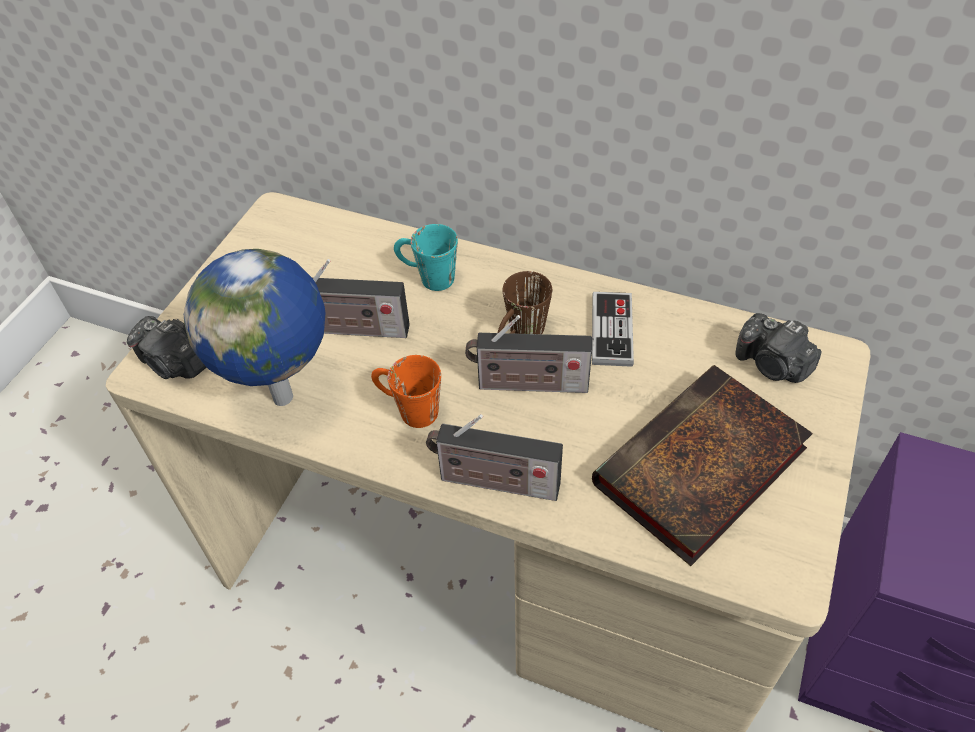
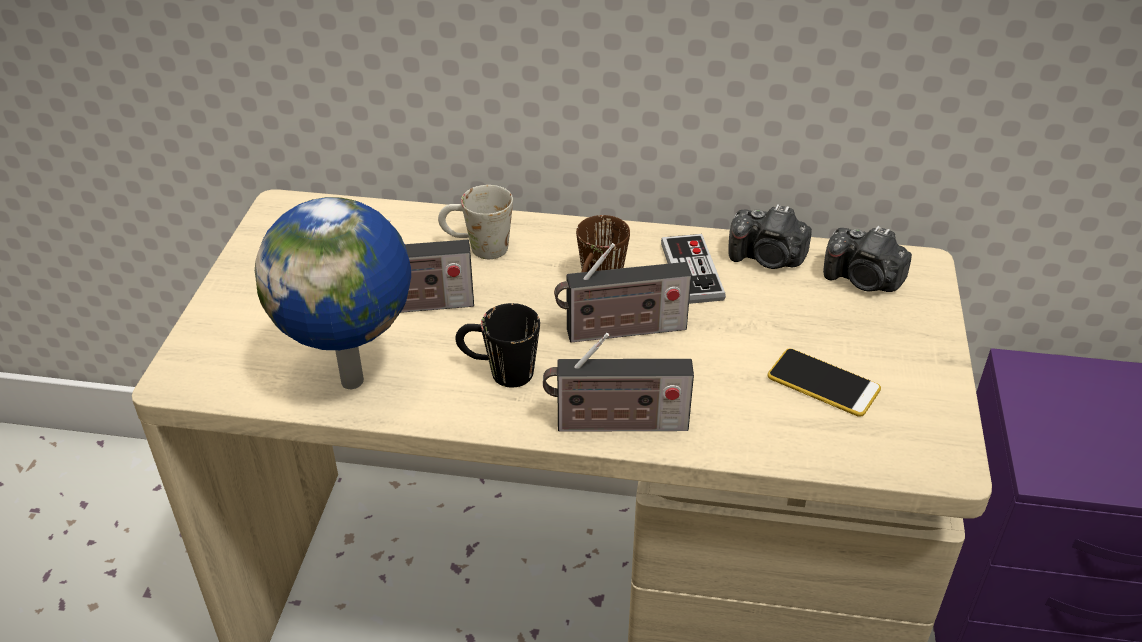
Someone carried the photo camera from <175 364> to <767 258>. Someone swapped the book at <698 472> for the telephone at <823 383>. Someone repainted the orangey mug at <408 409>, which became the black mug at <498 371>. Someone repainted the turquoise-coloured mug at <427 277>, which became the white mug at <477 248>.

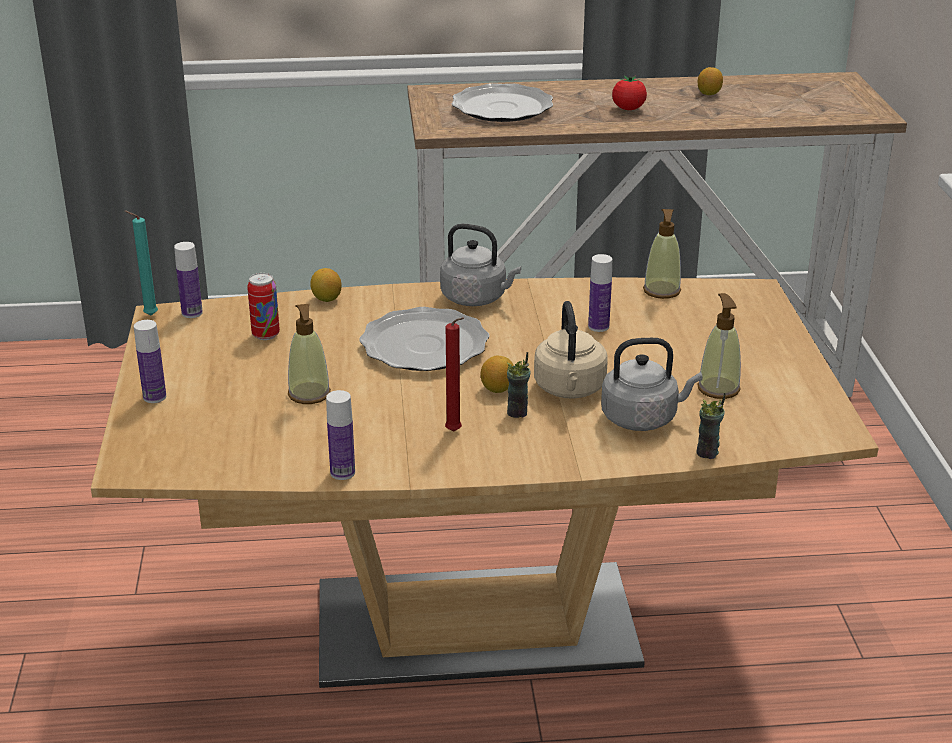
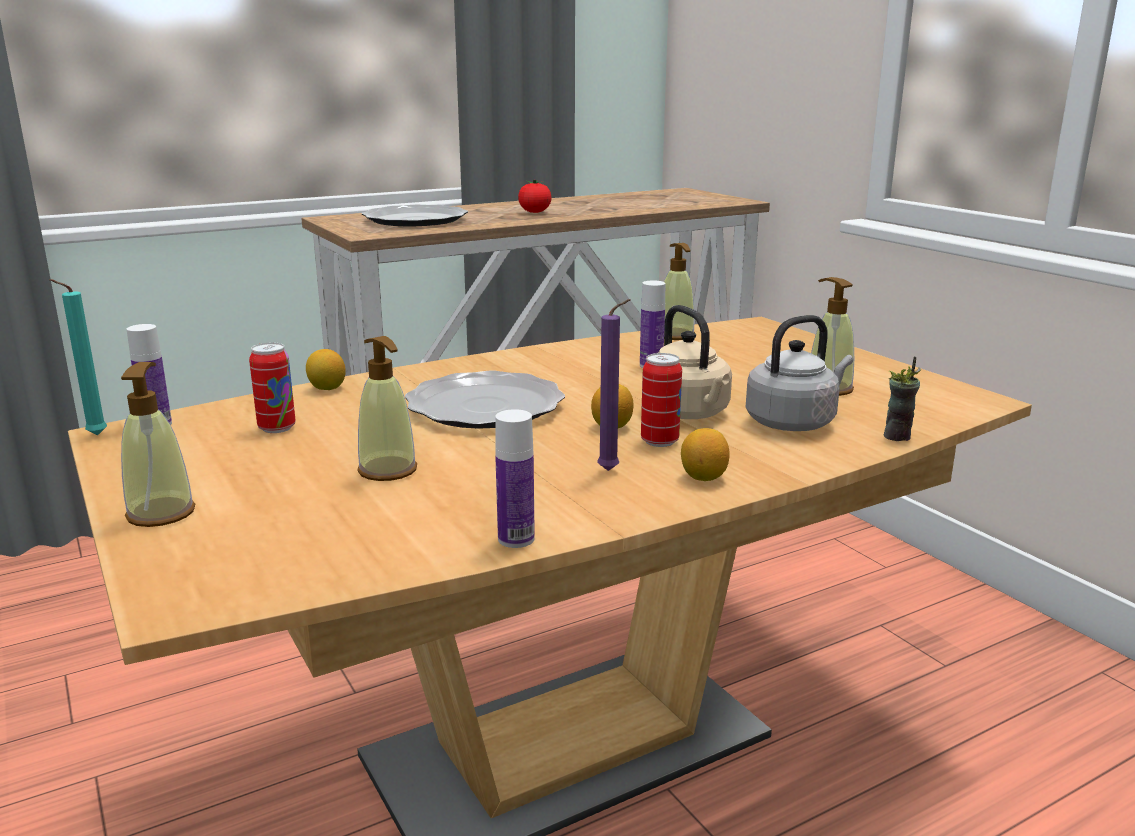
Someone took away the greyish kettle at <477 298>. Someone carried the citrus fruit from <709 93> to <703 477>. Someone swapped the bottle at <154 397> for the soap dispenser at <161 513>. Someone swapped the cup at <518 412> for the metal can at <659 441>. Someone repainted the red wax light at <455 432>, which became the purple wax light at <611 471>.

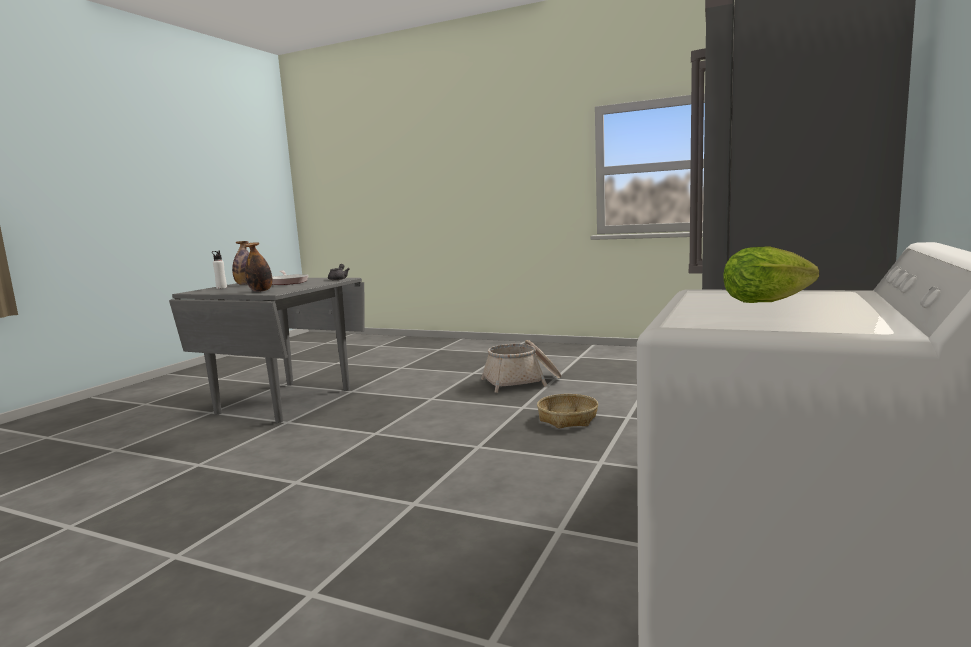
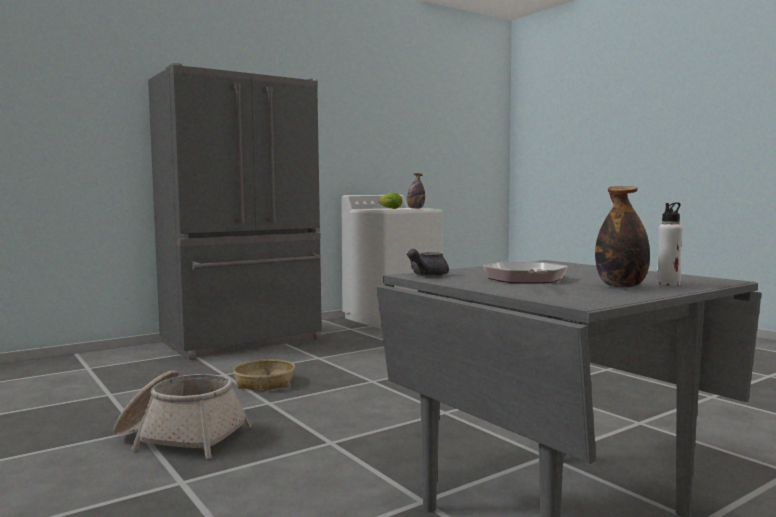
Someone carried the bottle from <261 291> to <415 208>.

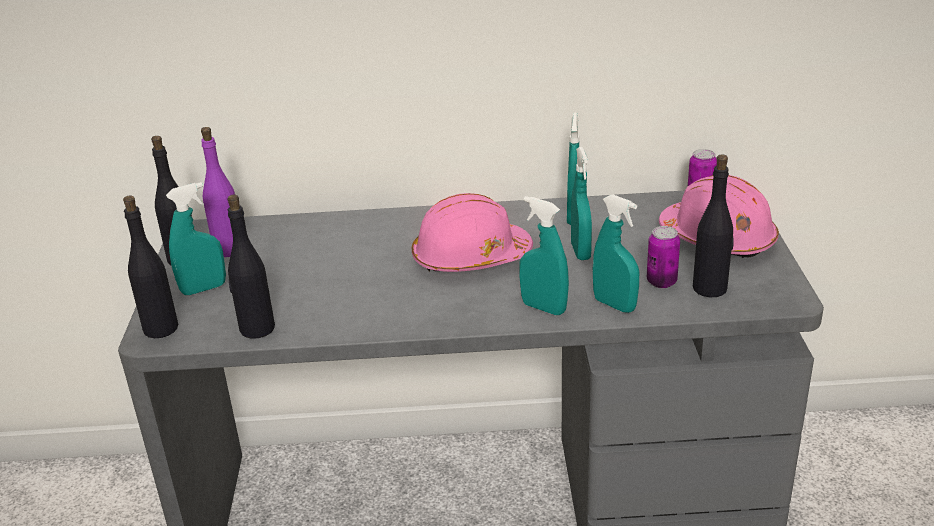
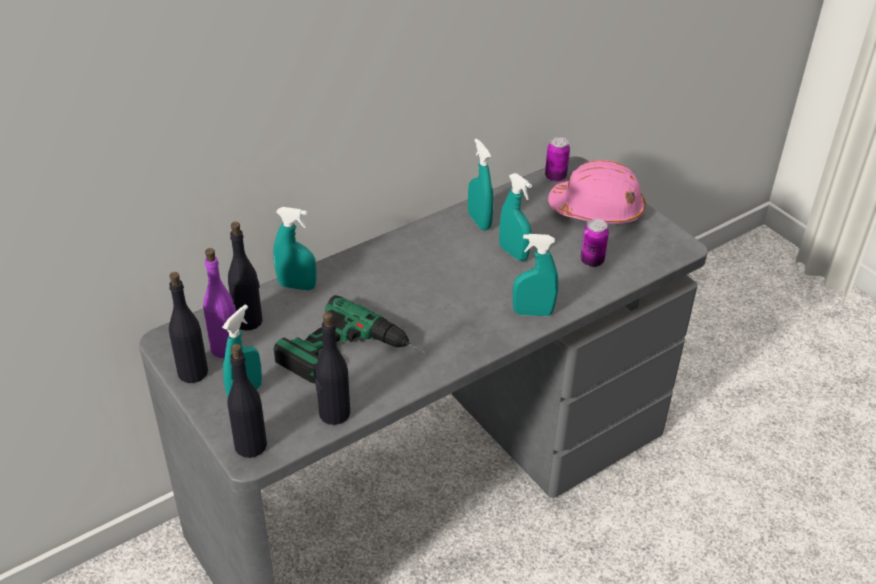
Someone took away the pinkish safety helmet at <470 258>. Someone put down the electric drill at <354 358>. Someone carried the turquoise-coloured spray bottle from <614 305> to <297 286>. Someone carried the black bottle from <710 288> to <248 321>.

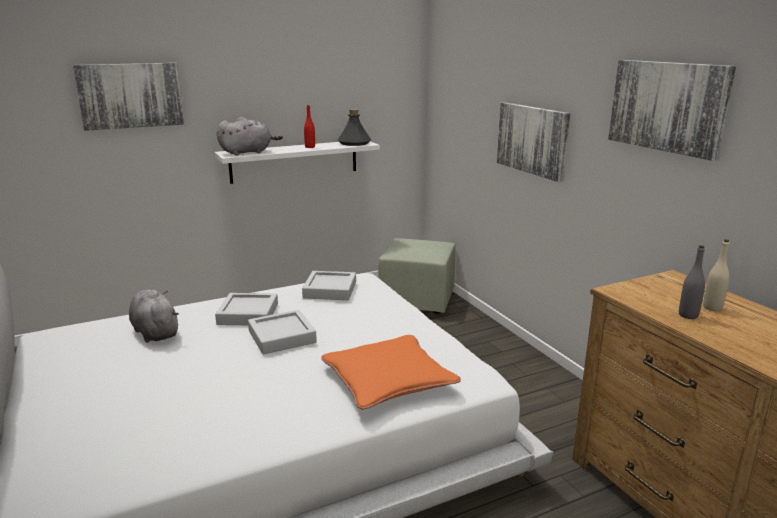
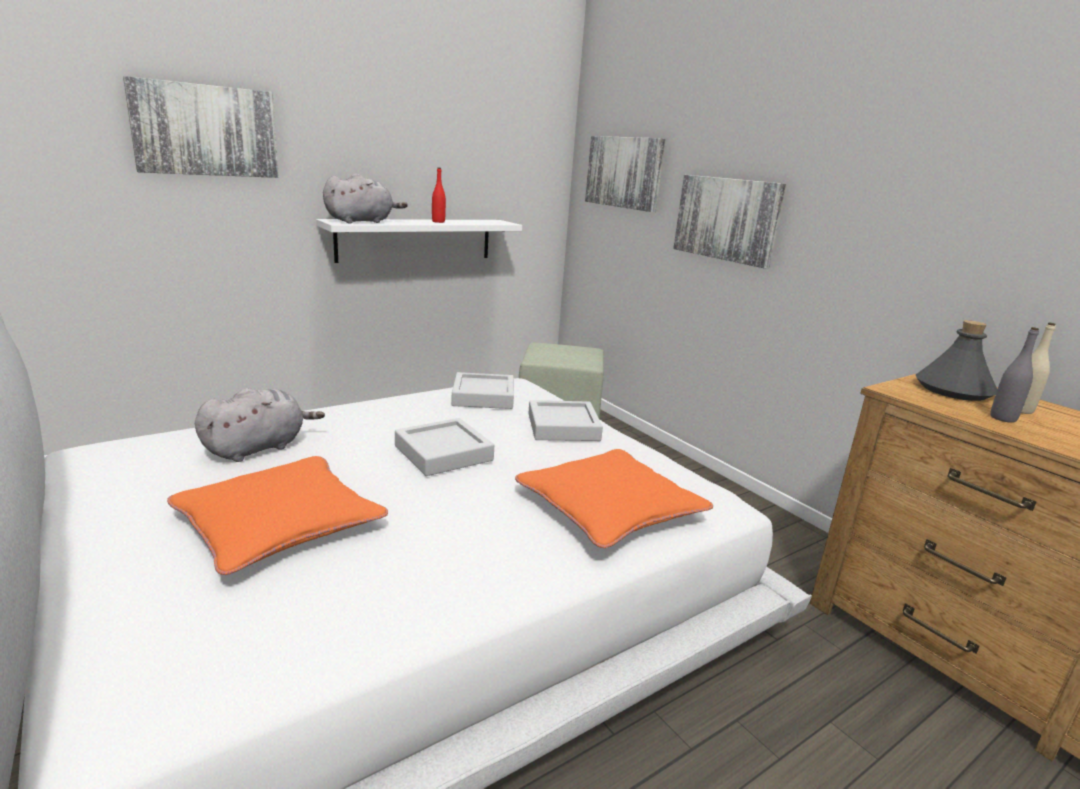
Someone put down the orangey pillow at <279 523>. Someone carried the greyish serving tray from <248 314> to <563 427>. Someone carried the greyish bottle from <354 143> to <953 390>. Someone carried the wall art from <668 106> to <624 172>. Someone rotated the greyish cuddly toy at <155 332> by 90 degrees clockwise.

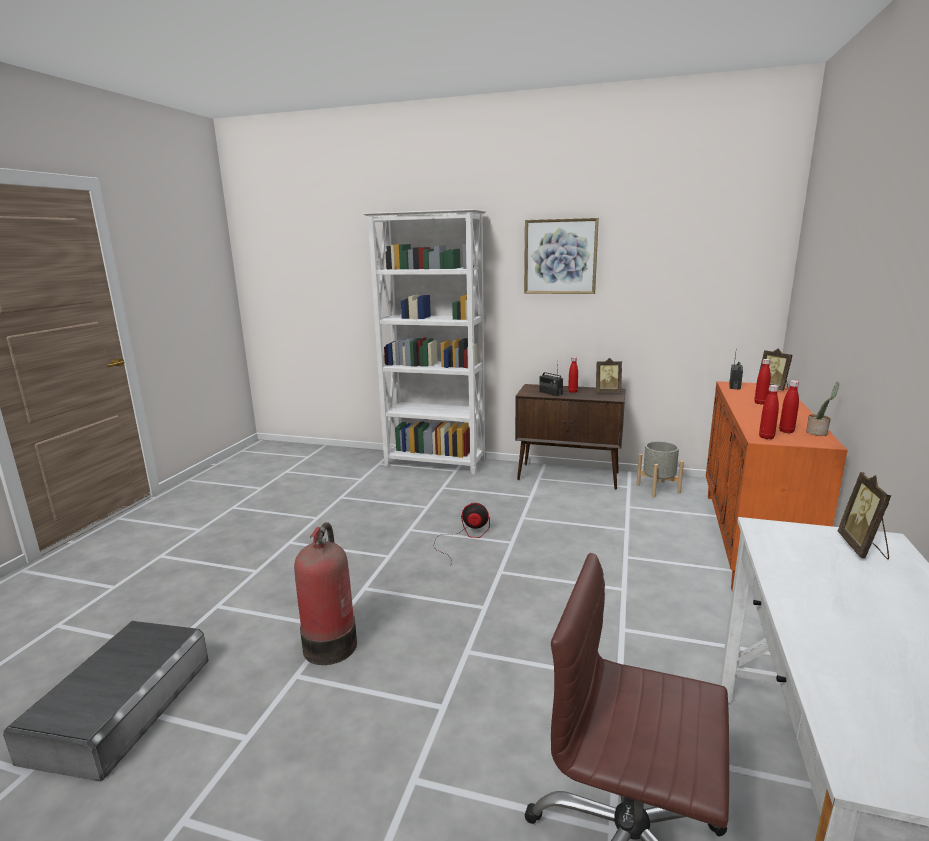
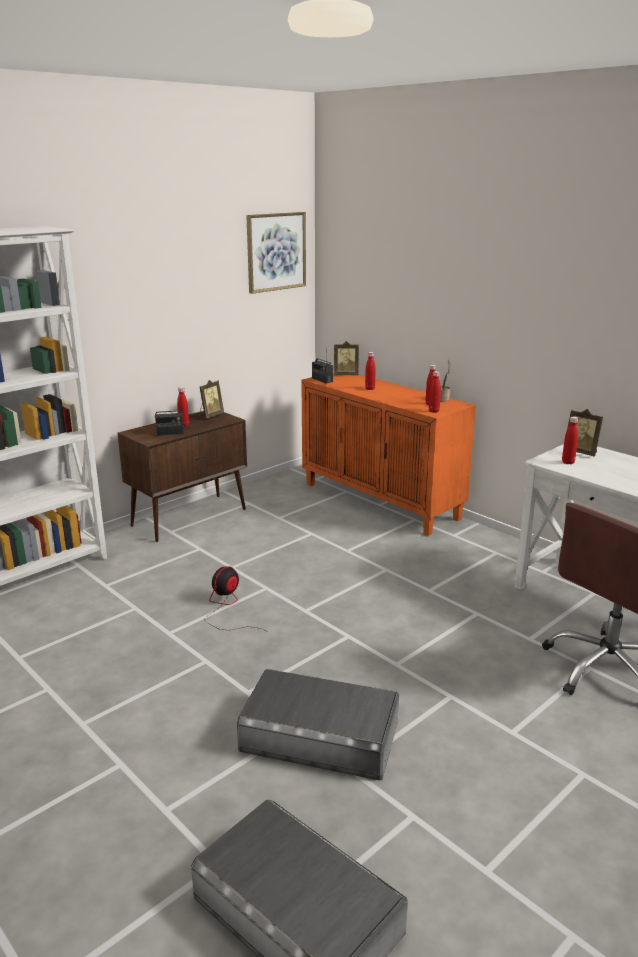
Someone took away the greyish plant pot at <658 488>. Someone put down the red bottle at <568 462>. Someone carried the wall art from <560 257> to <276 252>. Someone swapped the extinguisher at <331 643> for the greyish storage box at <320 735>.

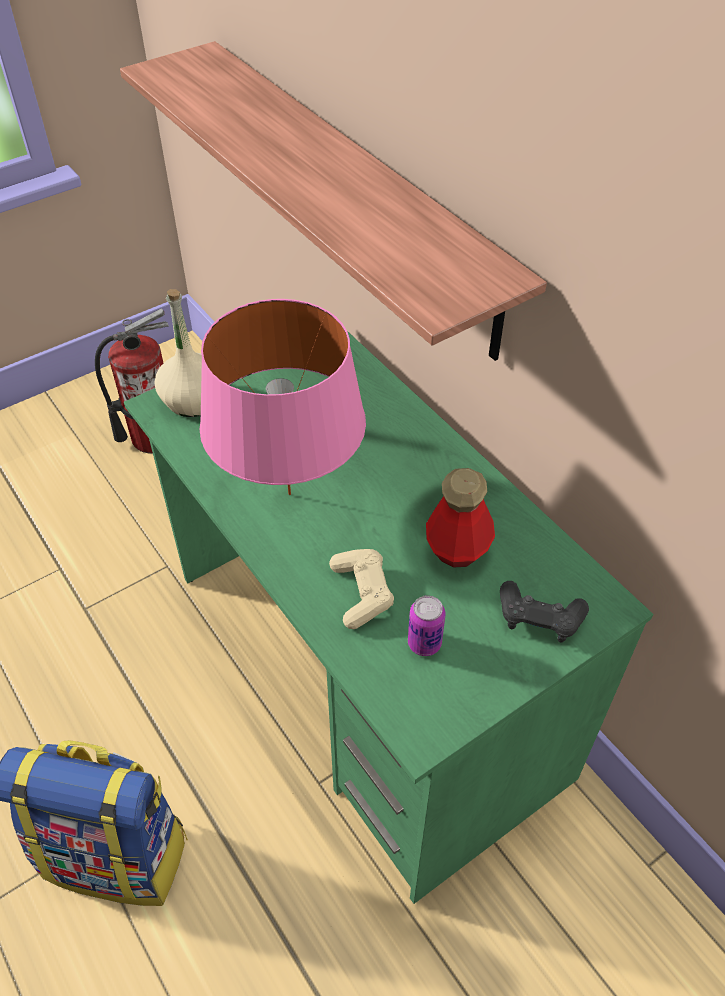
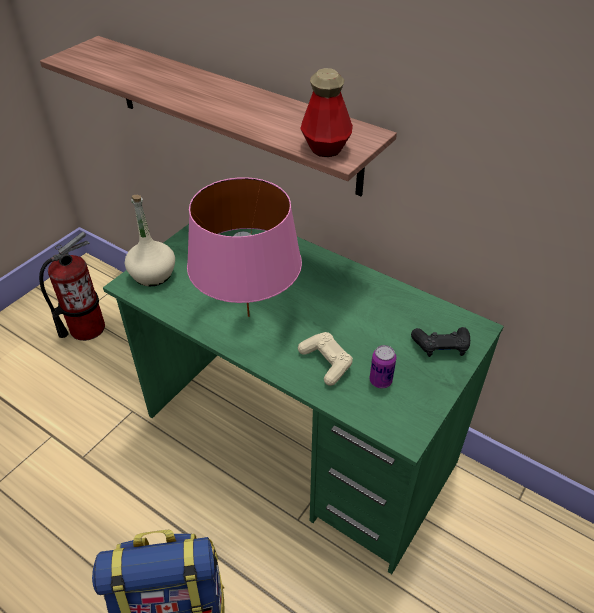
Someone carried the bottle from <457 548> to <325 147>.

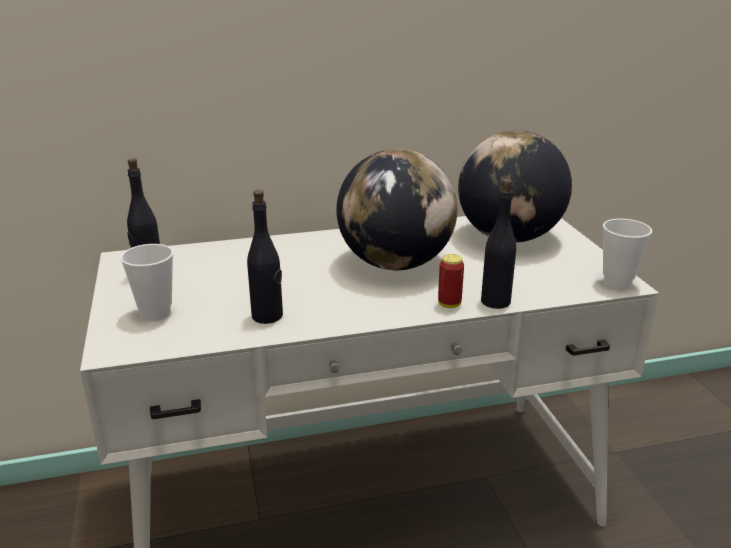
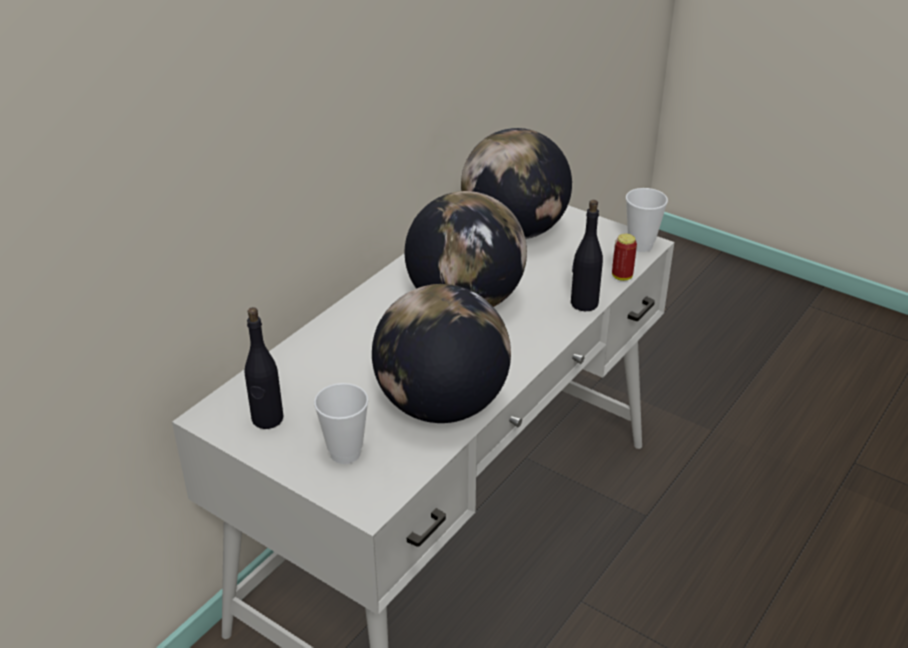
Someone carried the metal can from <449 304> to <622 276>. Someone swapped the black bottle at <267 316> for the desk globe at <441 405>.

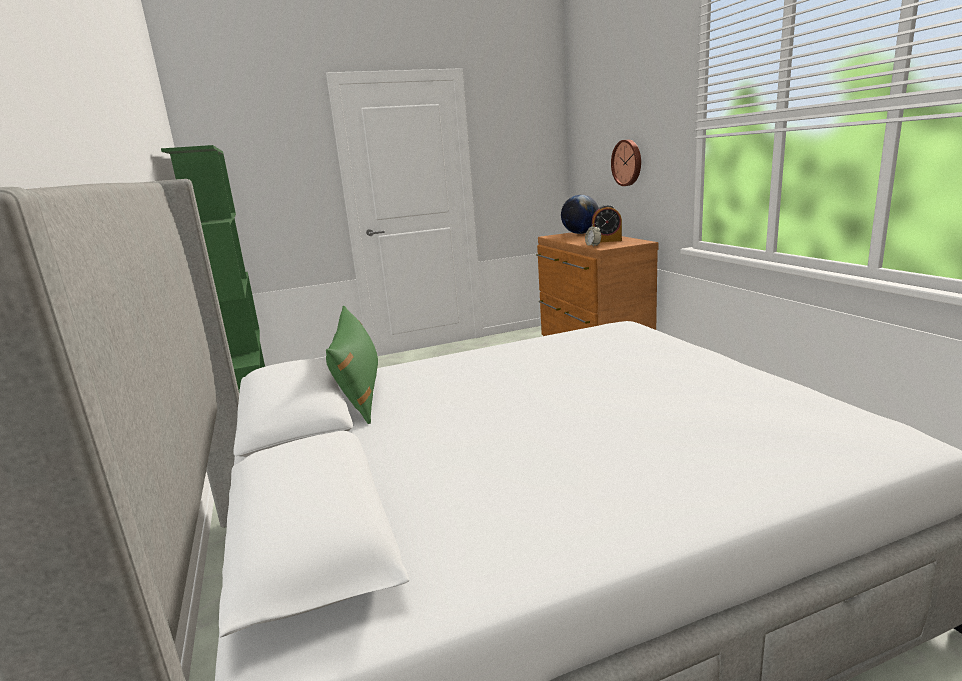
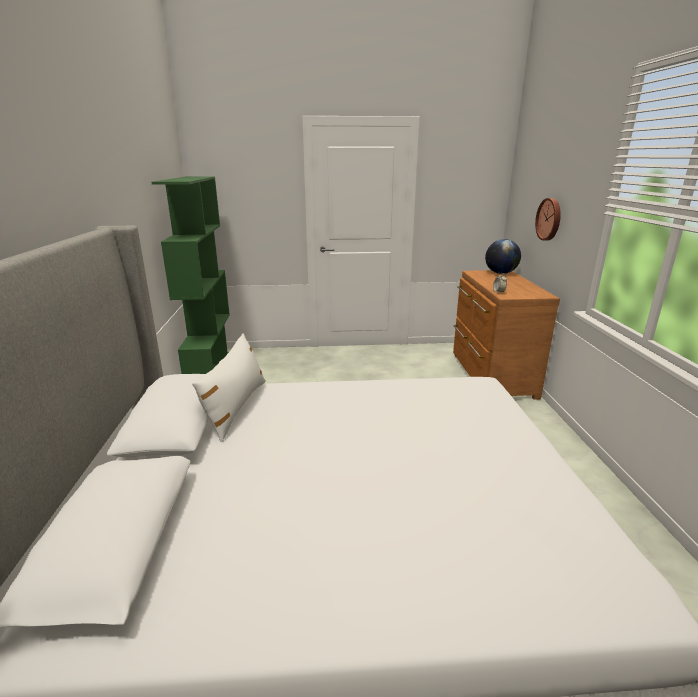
Someone took away the table clock at <606 241>. Someone repainted the greenish pillow at <360 392>, which became the white pillow at <236 407>.

